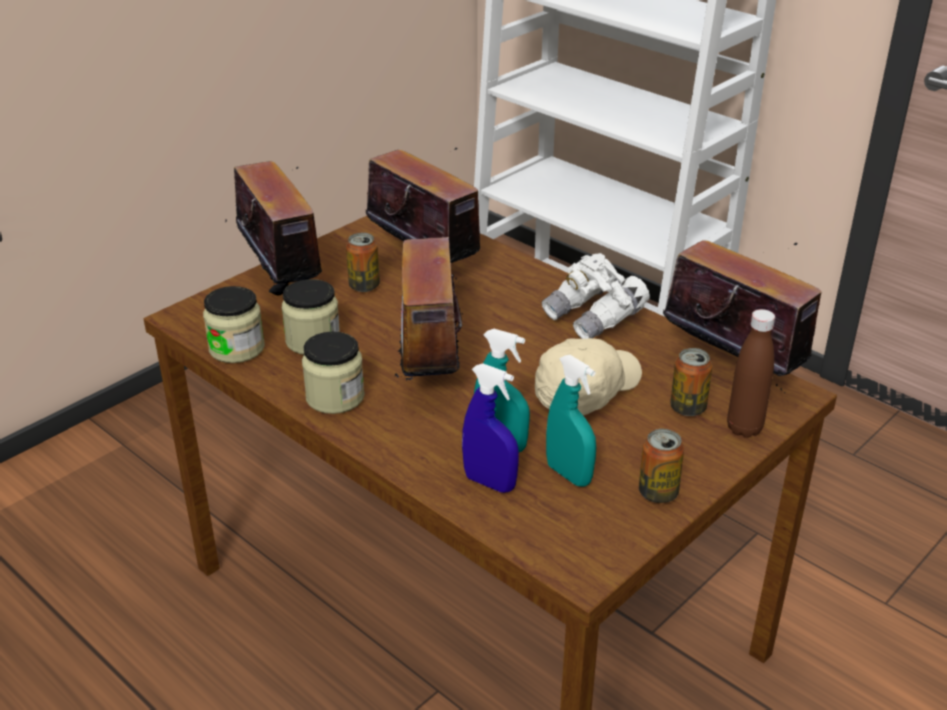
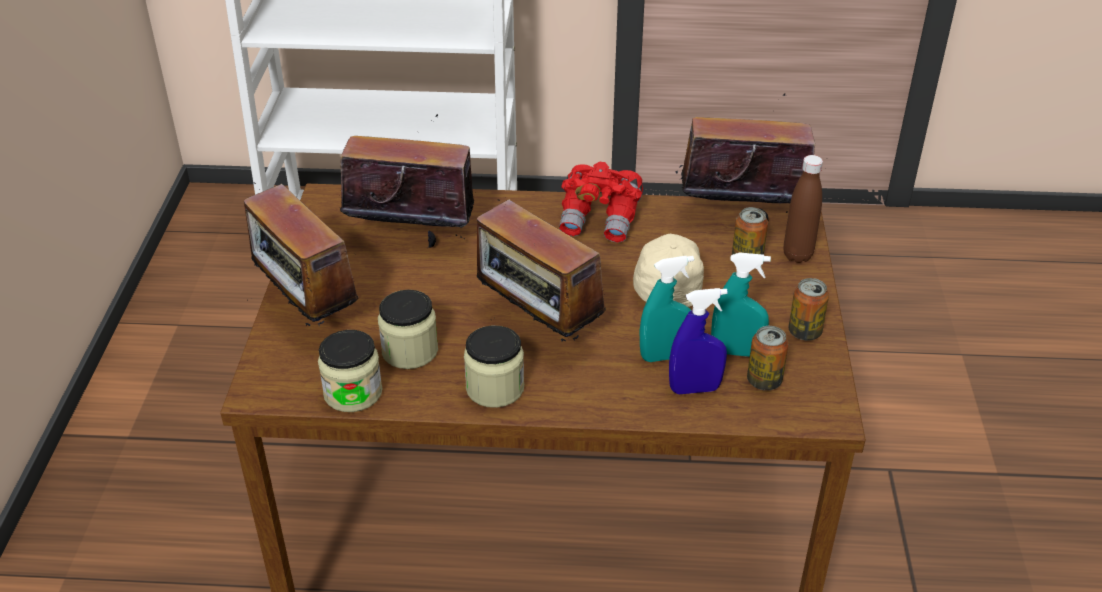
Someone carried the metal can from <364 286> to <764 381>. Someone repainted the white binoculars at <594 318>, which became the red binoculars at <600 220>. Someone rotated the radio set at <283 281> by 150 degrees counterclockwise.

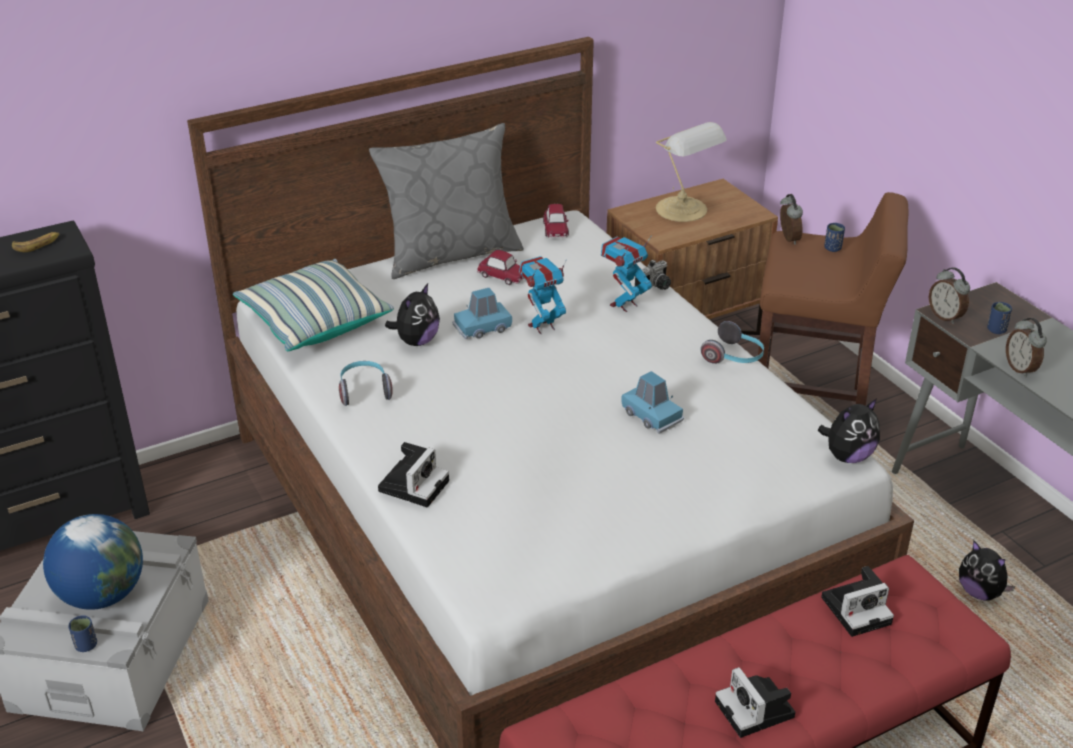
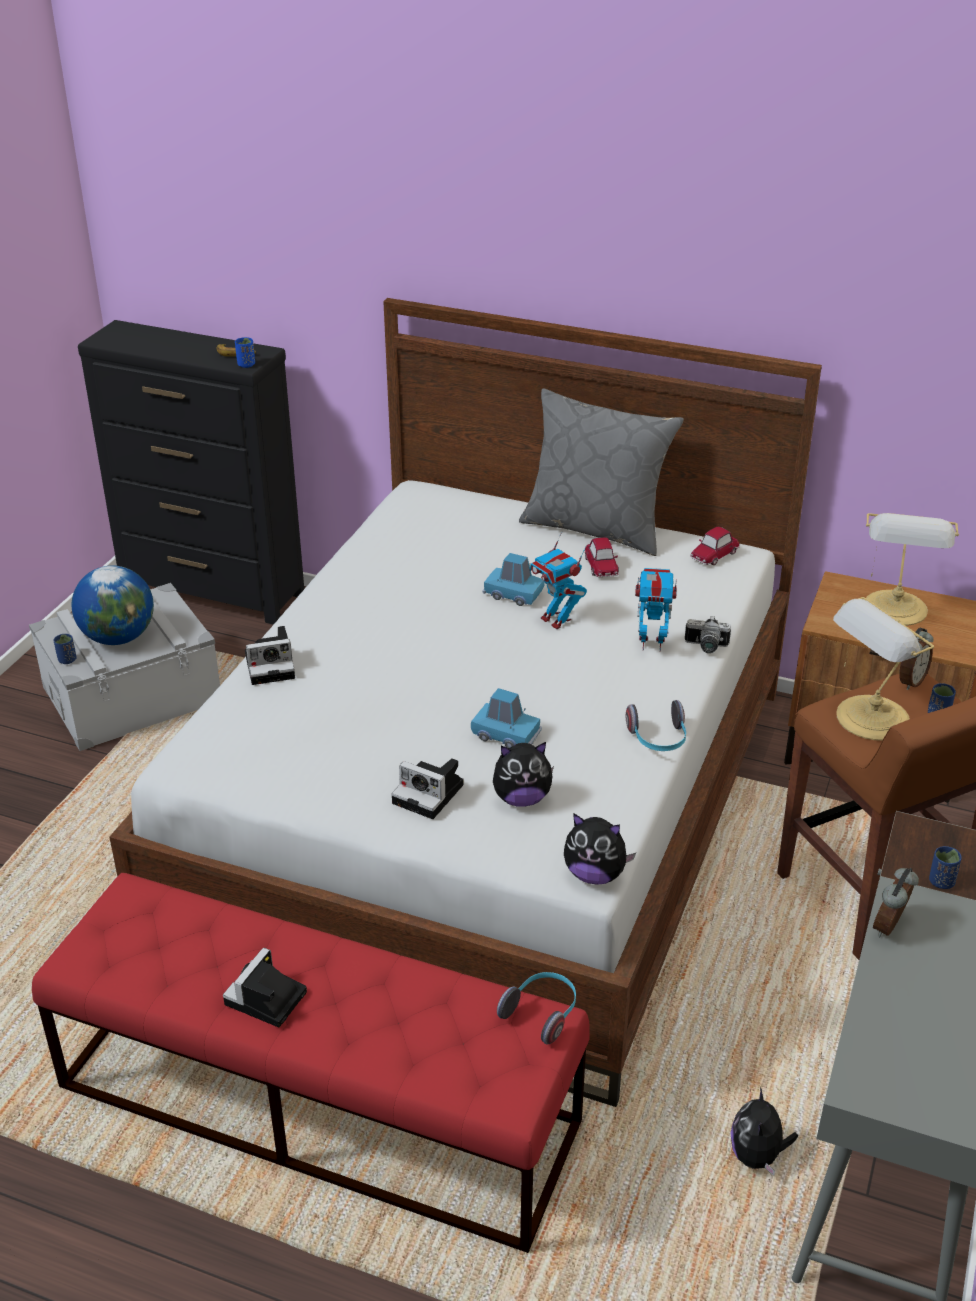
Someone took away the pillow at <314 321>. Someone took away the table clock at <945 316>. Someone put down the blue cup at <246 365>. Someone put down the tabletop lamp at <869 719>. Someone carried the pair of headphones from <364 390> to <542 1013>. Someone carried the cuddly toy from <416 341> to <521 798>. Someone carried the photo camera from <857 609> to <431 794>. Someone rotated the toy robot at <542 326> by 150 degrees counterclockwise. Someone rotated the blue toy car at <651 416> by 75 degrees counterclockwise.

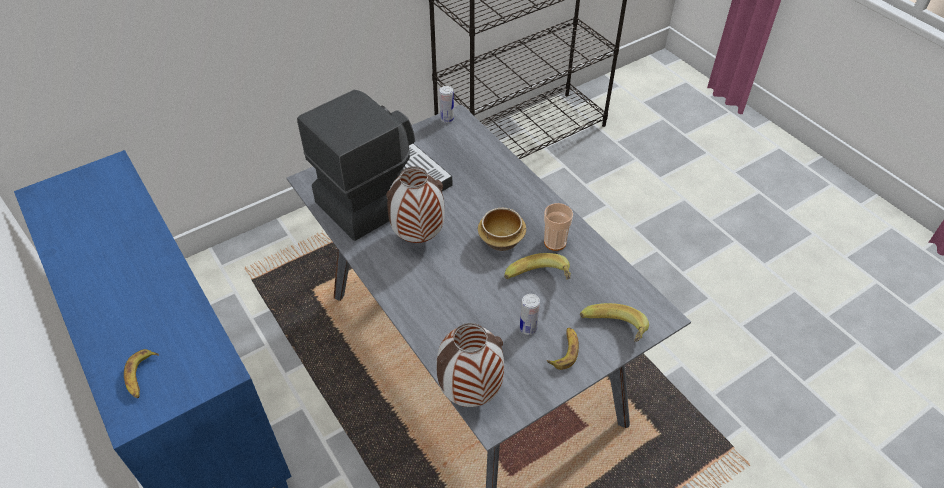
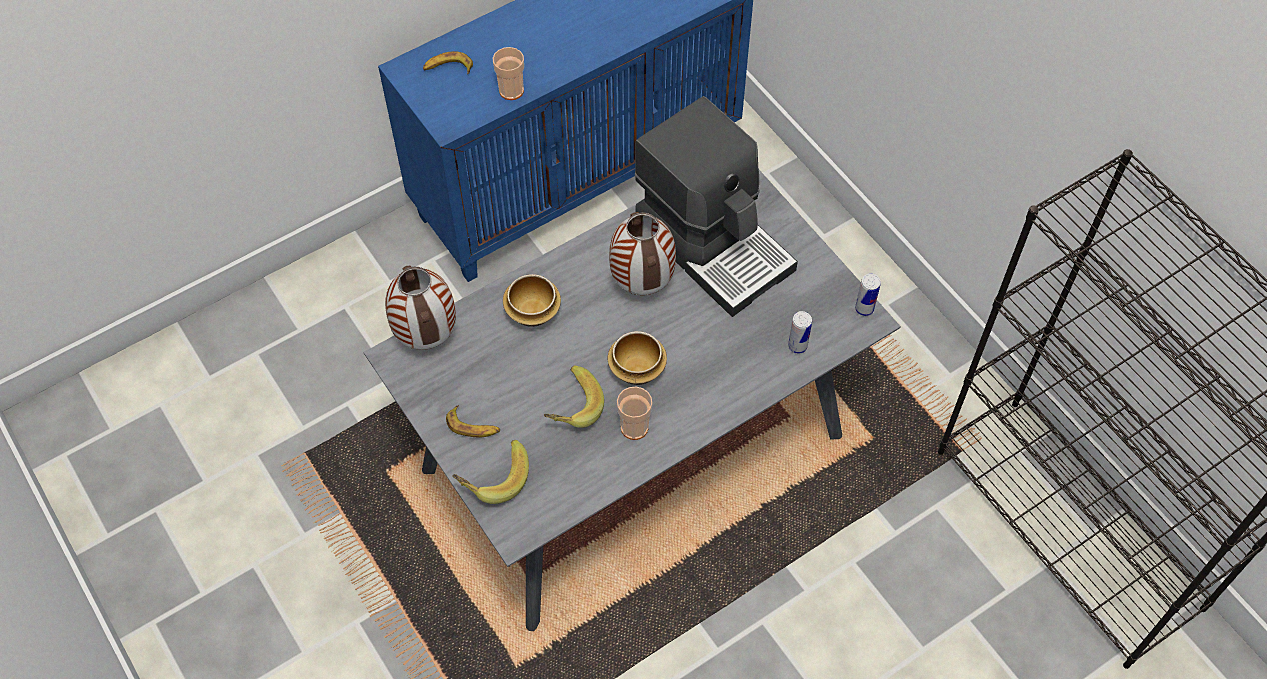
Someone put down the cup at <511 90>. Someone put down the serving bowl at <532 311>. Someone carried the metal can from <528 328> to <797 346>.

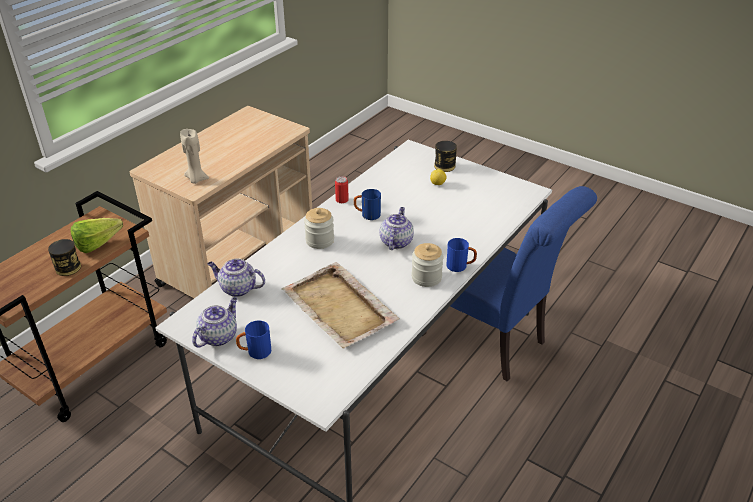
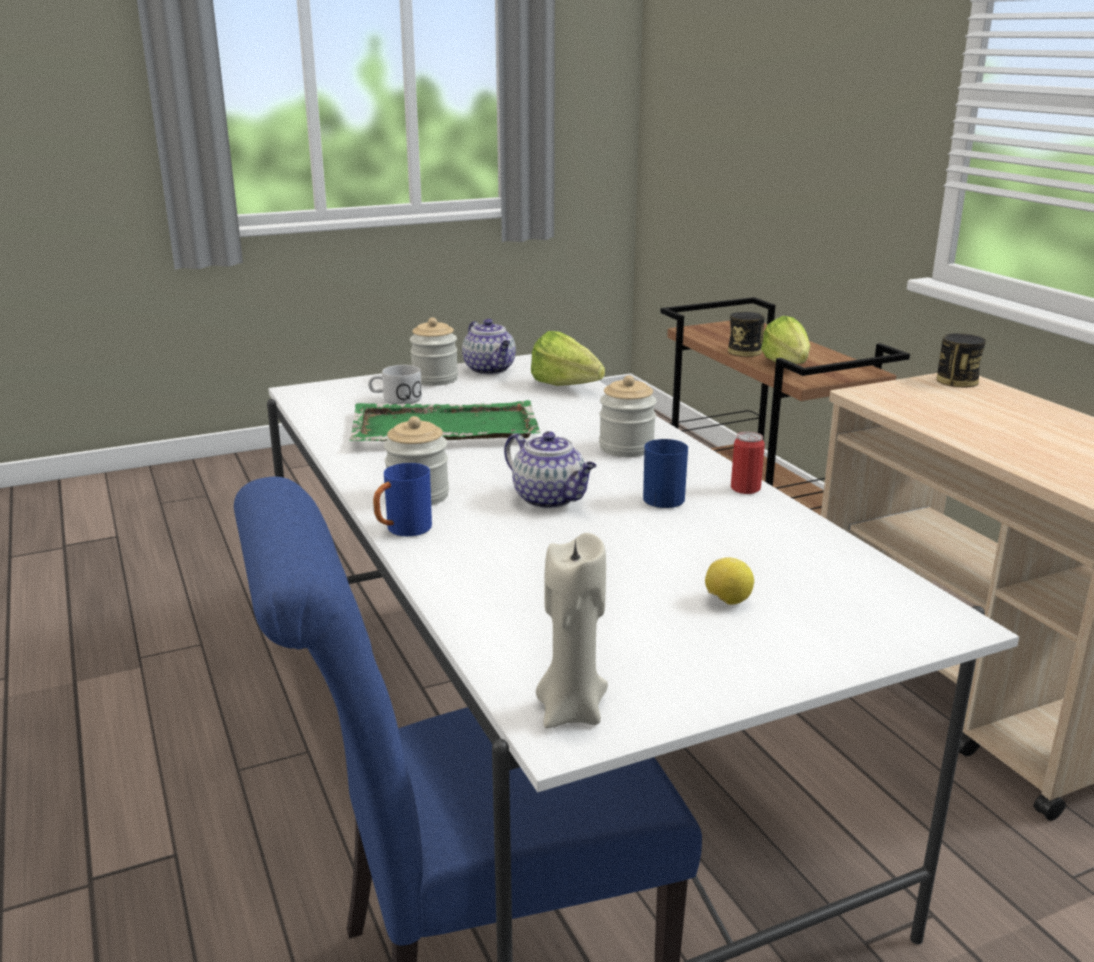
Someone put down the white mug at <395 399>. Someone carried the beige wax light from <196 179> to <571 711>. Someone carried the metal can from <444 166> to <957 381>. Someone swapped the teapot at <237 289> for the lettuce at <569 388>. Someone swapped the blue mug at <255 352> for the storage jar at <435 379>. Someone repainted the beige serving tray at <339 308>, which became the greenish serving tray at <443 428>.

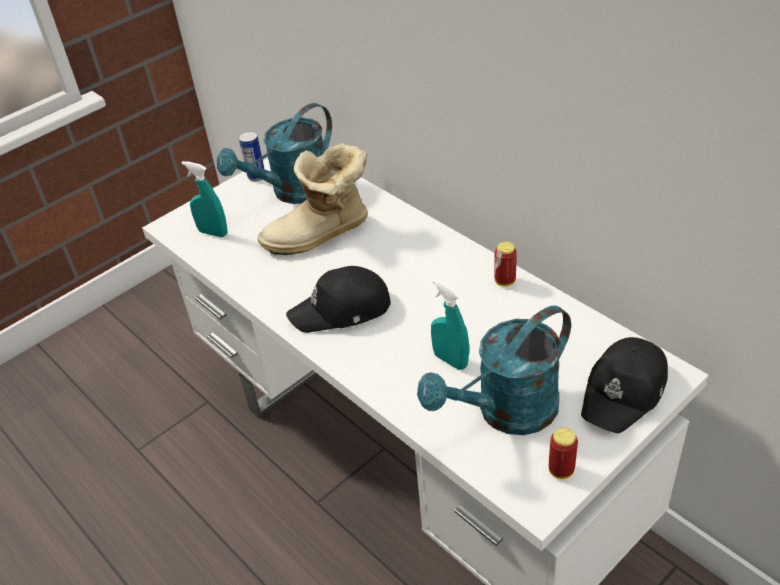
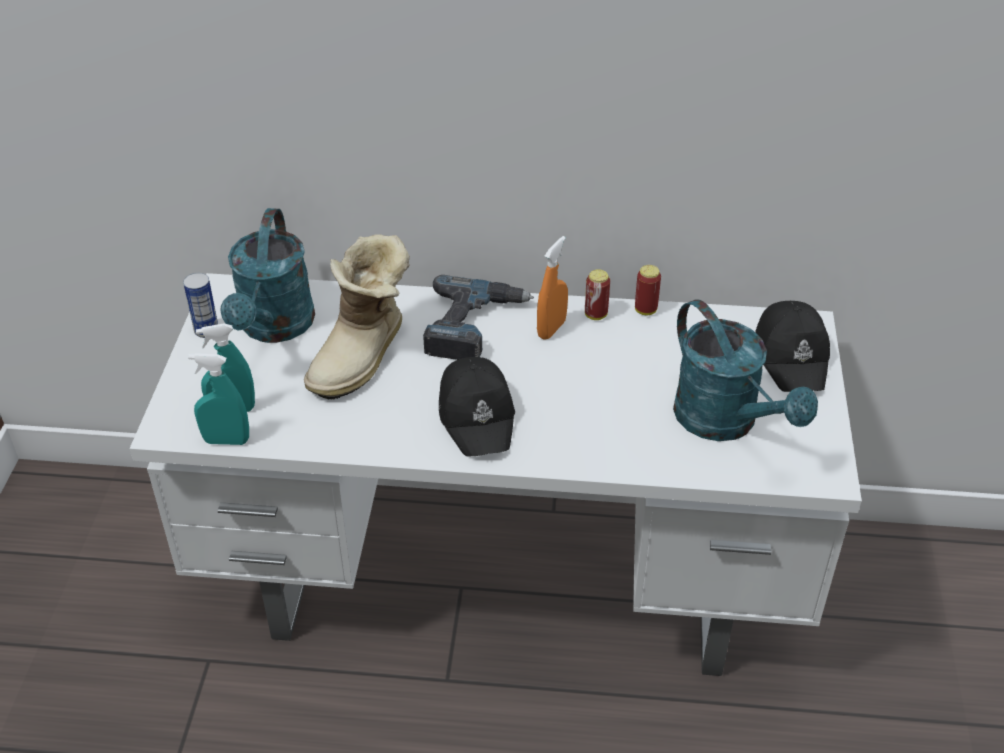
Someone put down the electric drill at <473 326>. Someone put down the orangey spray bottle at <551 329>. Someone carried the turquoise-coloured spray bottle from <450 360> to <226 441>. Someone carried the metal can from <561 470> to <645 310>. Someone rotated the black baseball cap at <342 310> by 45 degrees counterclockwise. Someone rotated the turquoise-coloured watering pot at <506 413> by 45 degrees counterclockwise.

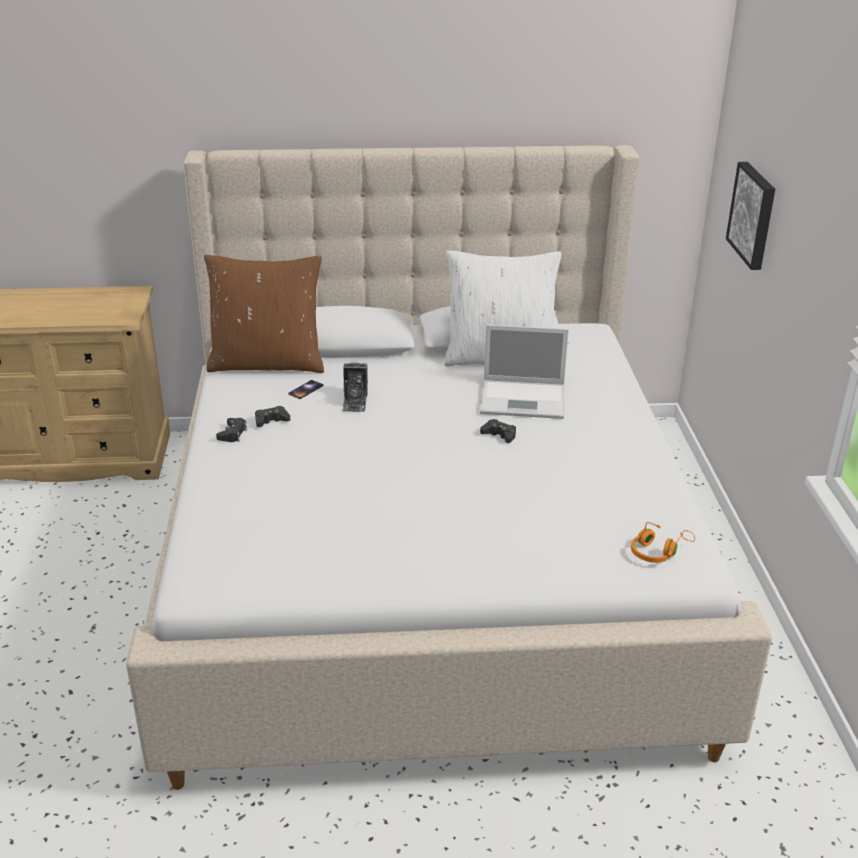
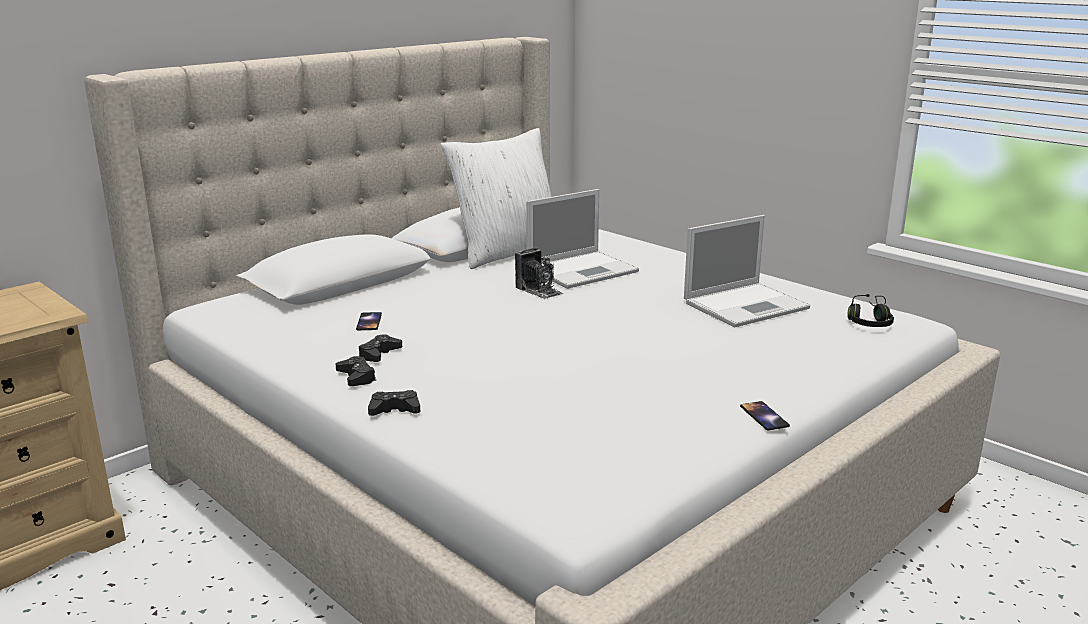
Someone took away the brownish pillow at <267 363>. Someone took away the wall art at <754 215>. Someone put down the laptop at <747 305>. Someone put down the telephone at <764 416>. Someone carried the photo camera from <355 401> to <539 290>. Someone carried the black joypad from <499 435> to <395 410>. Someone repainted the orangey pair of headphones at <658 551>, which became the black pair of headphones at <870 321>.

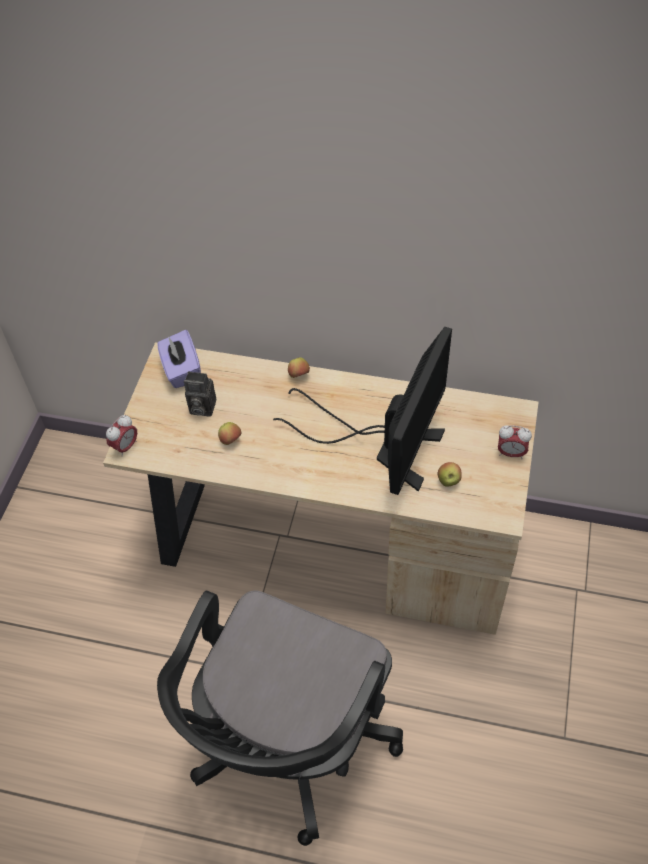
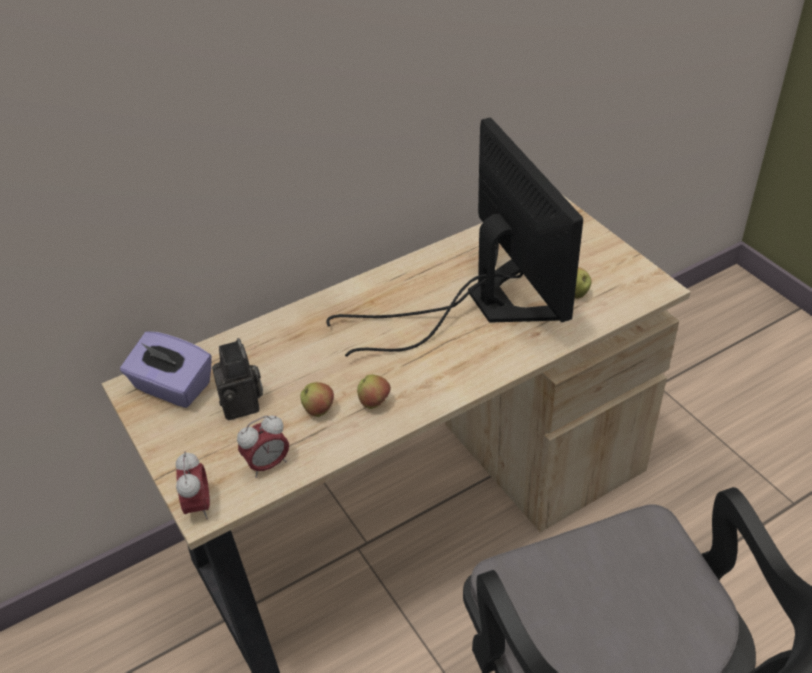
Someone carried the apple fruit from <299 375> to <374 403>. Someone carried the table clock from <511 453> to <267 464>. Someone rotated the photo camera at <201 408> by 75 degrees counterclockwise.

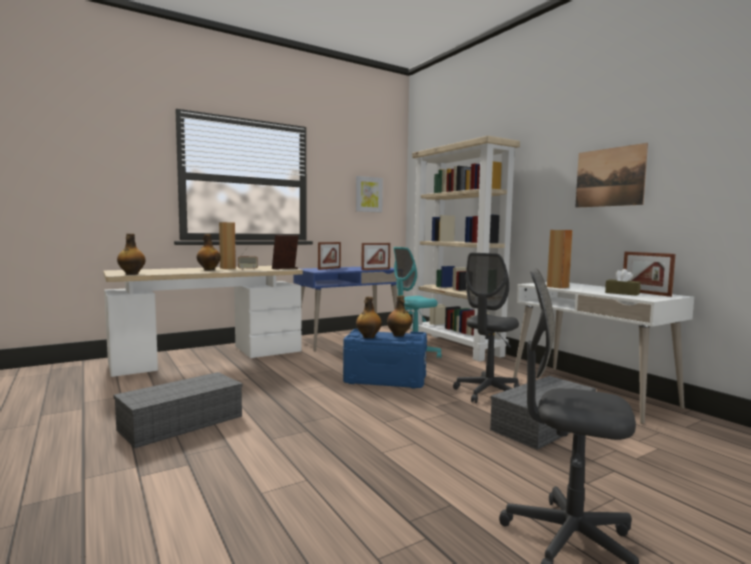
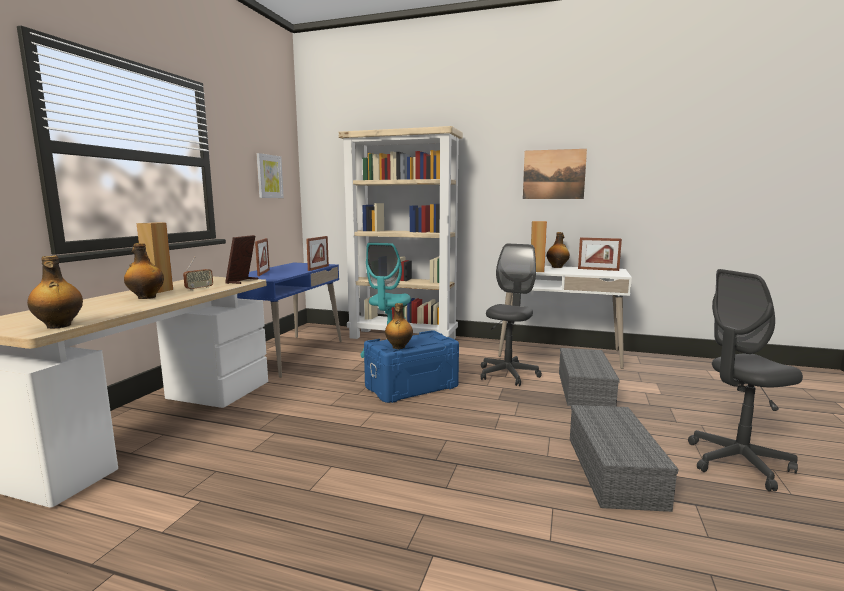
Someone took away the brownish tissue holder at <622 293>. Someone carried the greyish storage box from <180 423> to <616 472>. Someone carried the bottle from <399 335> to <557 267>. Someone rotated the greyish desk chair at <488 393> by 150 degrees counterclockwise.

